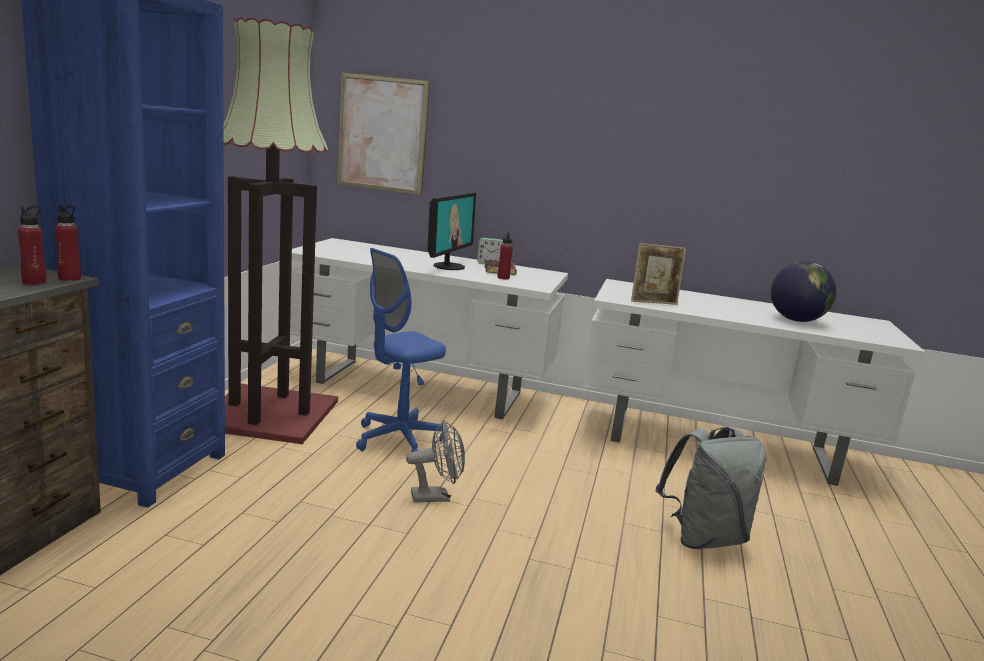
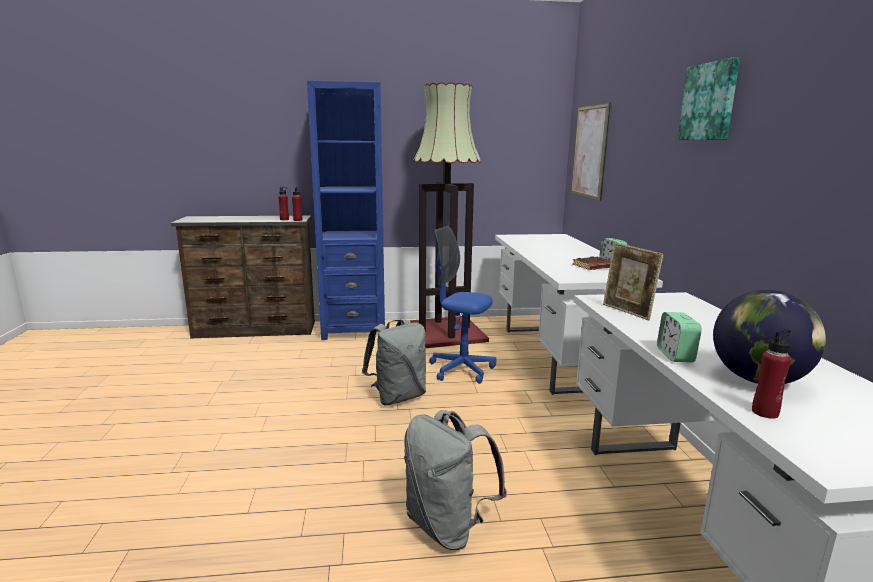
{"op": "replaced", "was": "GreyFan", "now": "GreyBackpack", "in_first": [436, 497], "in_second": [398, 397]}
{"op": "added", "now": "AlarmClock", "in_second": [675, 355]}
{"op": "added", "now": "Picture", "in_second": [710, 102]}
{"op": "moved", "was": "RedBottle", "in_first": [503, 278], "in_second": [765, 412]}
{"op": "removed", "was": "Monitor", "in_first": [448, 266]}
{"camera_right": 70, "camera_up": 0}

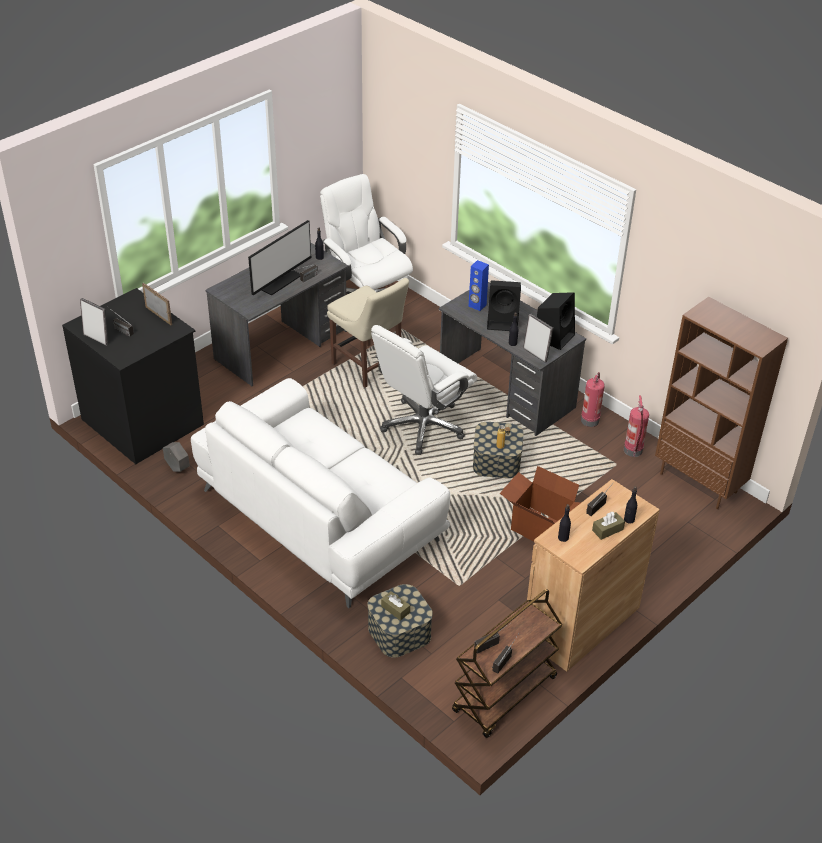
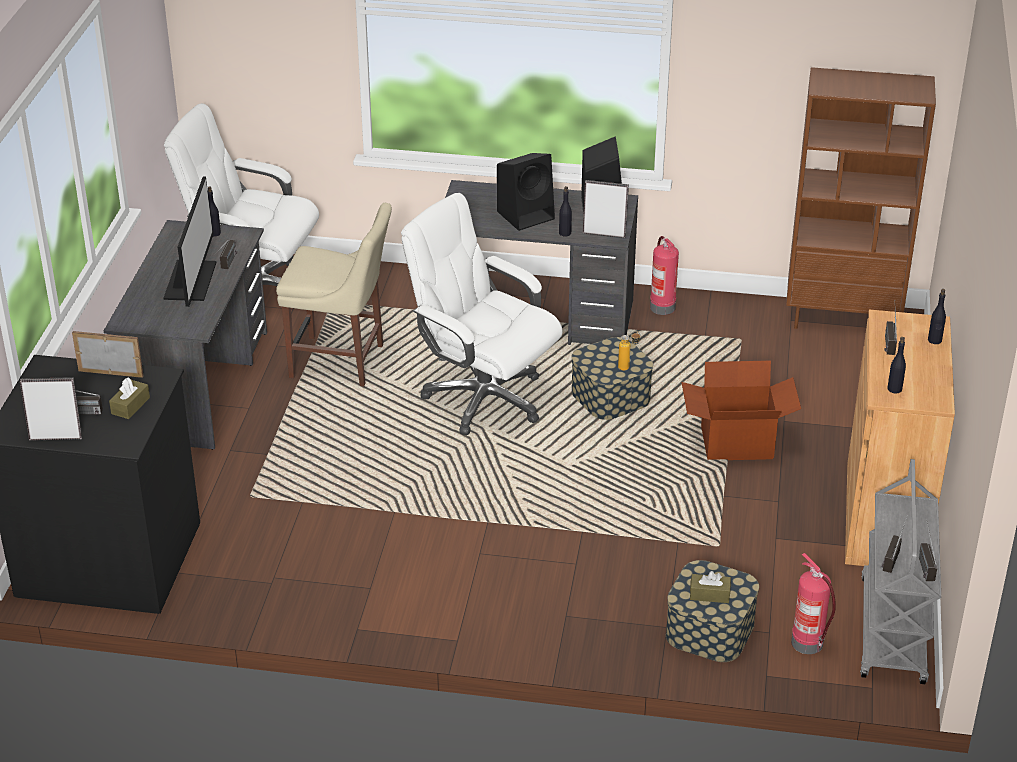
{"op": "moved", "was": "BrownTissueBox", "in_first": [607, 530], "in_second": [130, 406]}
{"op": "turned", "was": "WhiteOfficeChair", "in_first": [423, 426], "in_second": [483, 398], "clockwise": 120}
{"op": "moved", "was": "FireExtinguisher", "in_first": [633, 451], "in_second": [808, 643]}
{"op": "recoloured", "was": "BrownCart", "now": "GreyCart", "in_first": [504, 695], "in_second": [893, 631]}
{"op": "removed", "was": "GreyPlanter", "in_first": [177, 468]}
{"op": "removed", "was": "WhiteSofa", "in_first": [320, 514]}
{"op": "removed", "was": "BlueSpeaker", "in_first": [477, 305]}
{"camera_right": -35, "camera_up": -5}

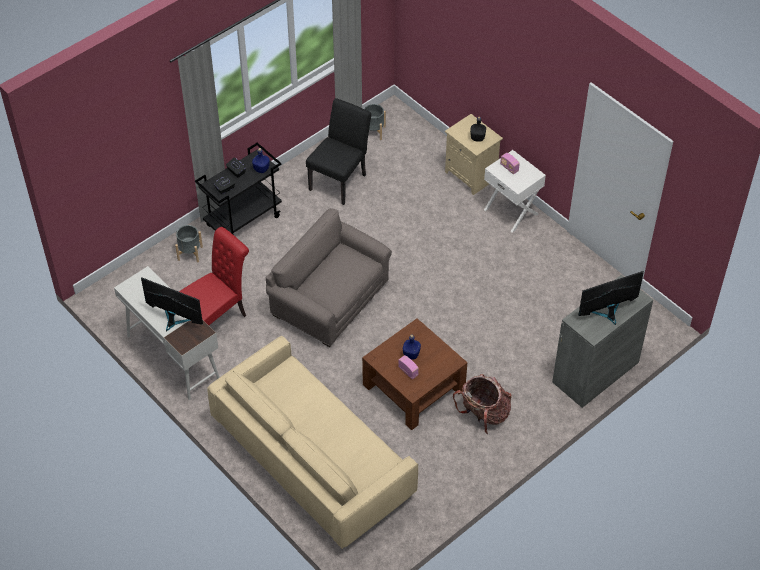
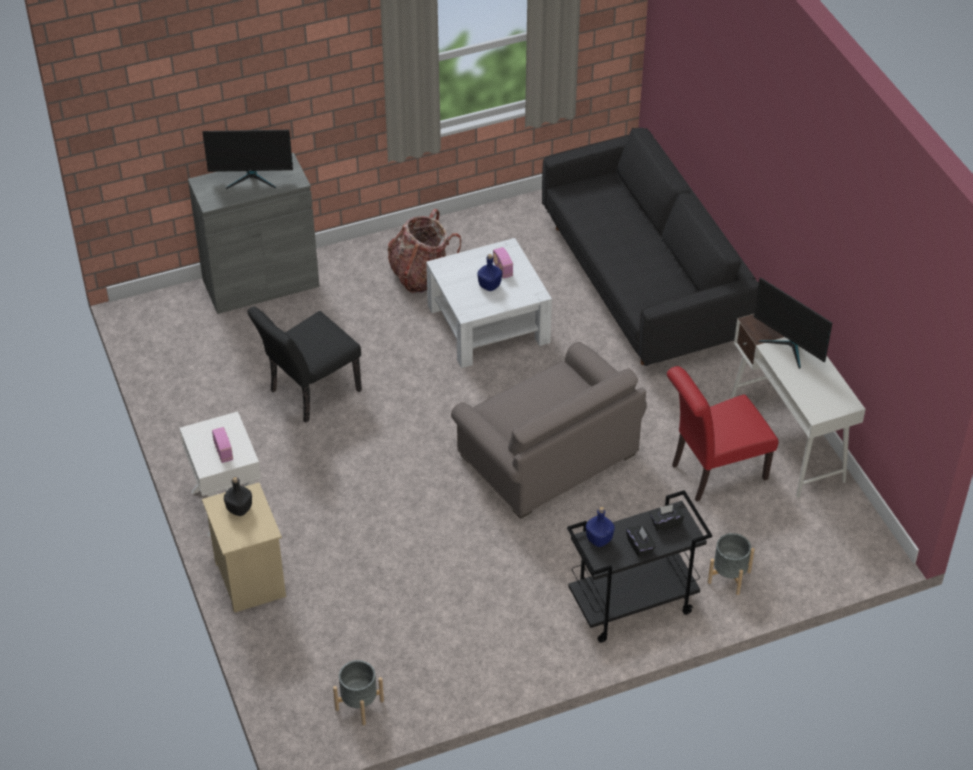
{"op": "moved", "was": "BlackChair", "in_first": [340, 179], "in_second": [309, 393]}
{"op": "recoloured", "was": "BrownCoffeeTable", "now": "WhiteCoffeeTable", "in_first": [413, 387], "in_second": [488, 324]}
{"op": "recoloured", "was": "BeigeSofa", "now": "BlackSofa", "in_first": [313, 460], "in_second": [643, 281]}
{"camera_right": -160, "camera_up": -5}

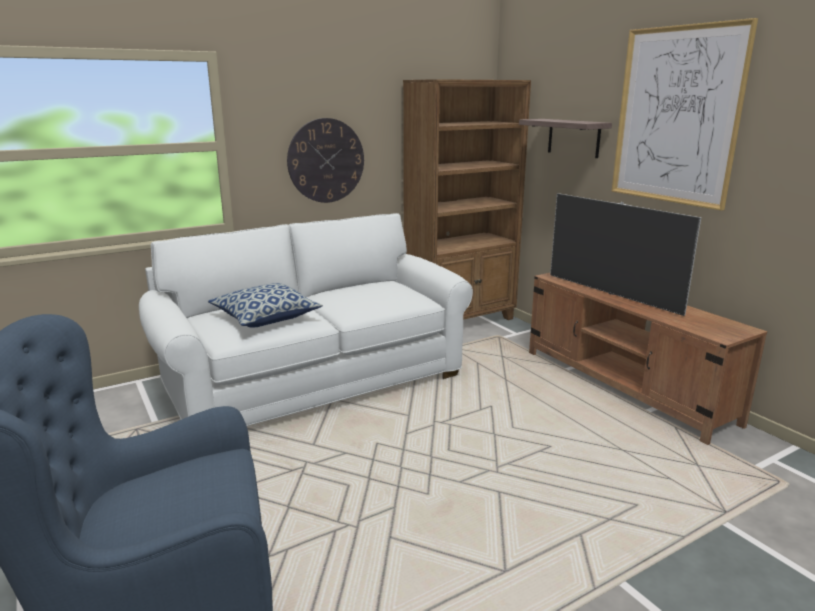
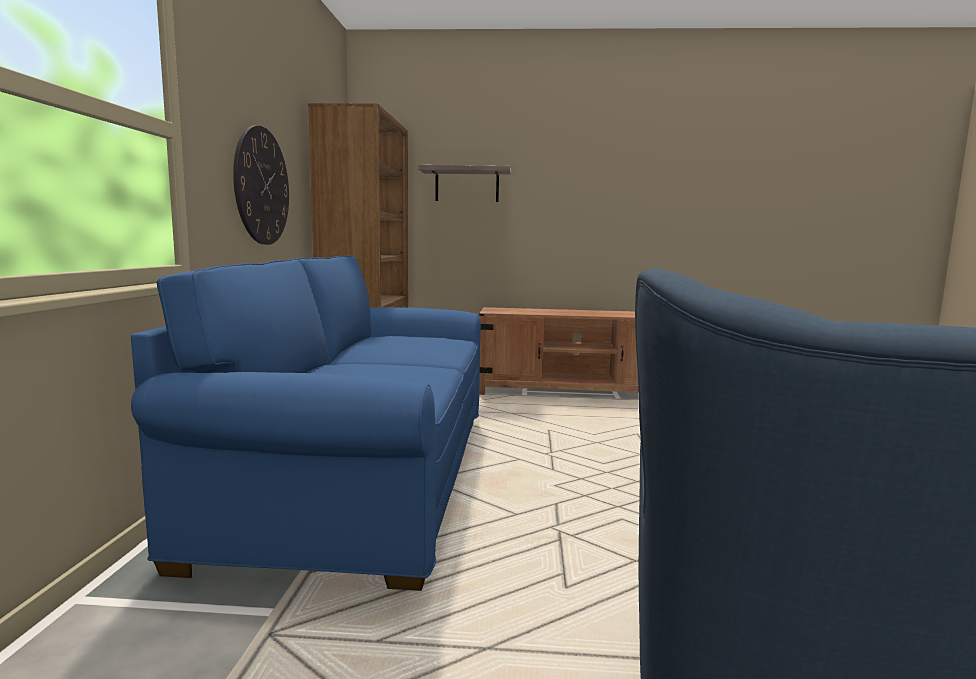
{"op": "recoloured", "was": "WhiteSofa", "now": "BlueSofa", "in_first": [314, 381], "in_second": [364, 477]}
{"op": "removed", "was": "Pillow", "in_first": [266, 318]}
{"op": "removed", "was": "Television", "in_first": [611, 294]}
{"op": "removed", "was": "Picture", "in_first": [676, 116]}
{"camera_right": -55, "camera_up": -10}

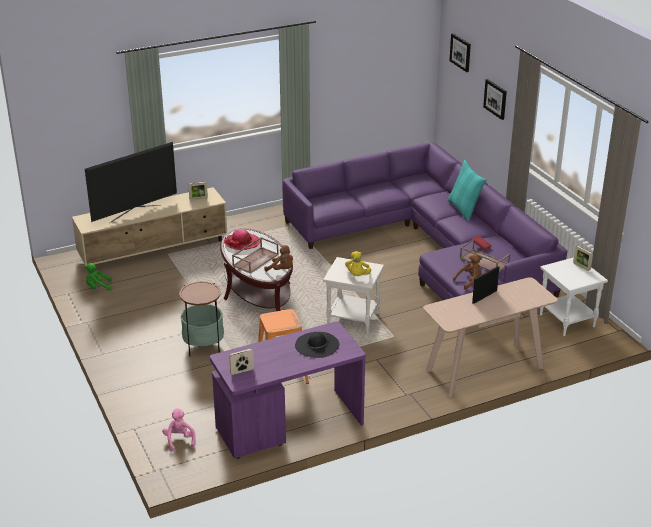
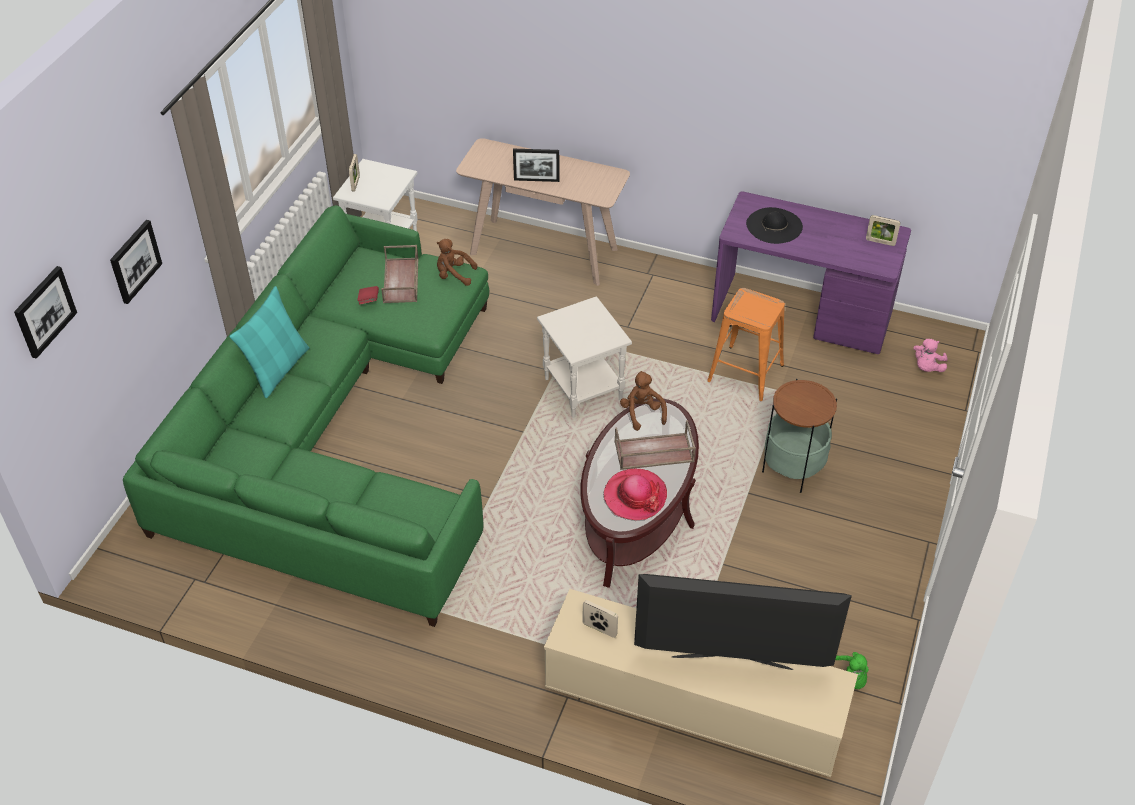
{"op": "recoloured", "was": "PurpleSofa", "now": "GreenSofa", "in_first": [429, 246], "in_second": [334, 433]}
{"op": "removed", "was": "YellowPlushToy", "in_first": [357, 275]}
{"camera_right": -135, "camera_up": 15}

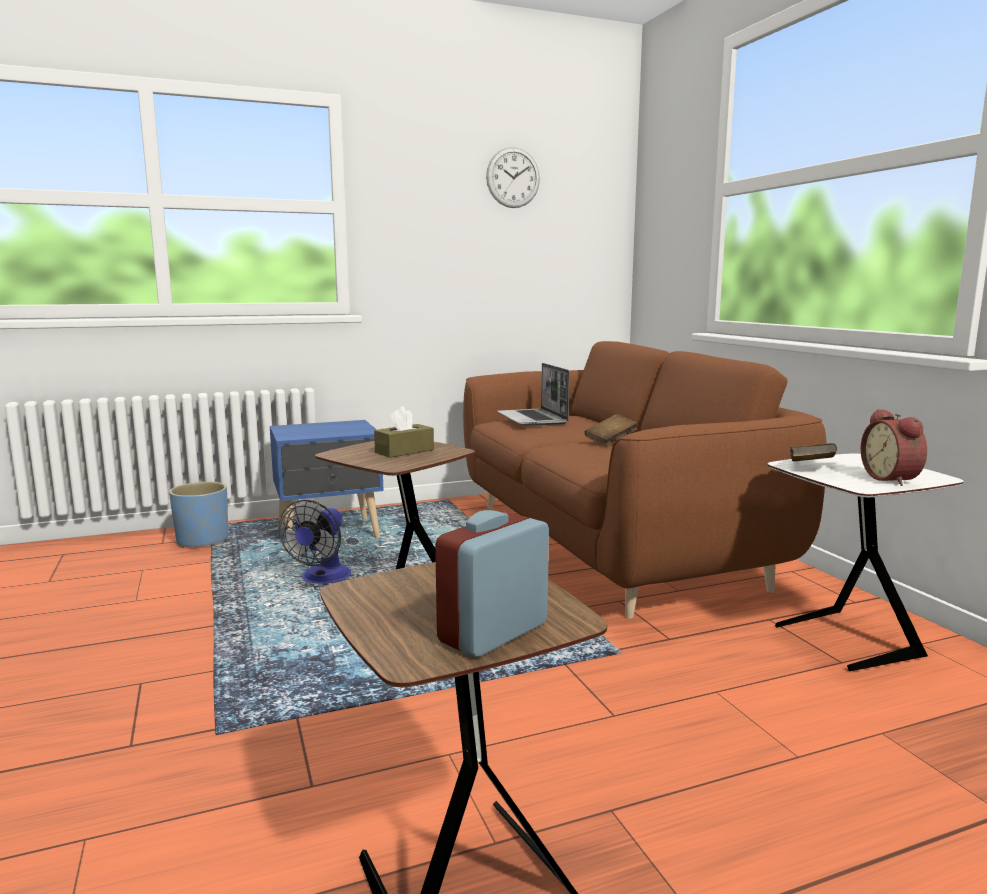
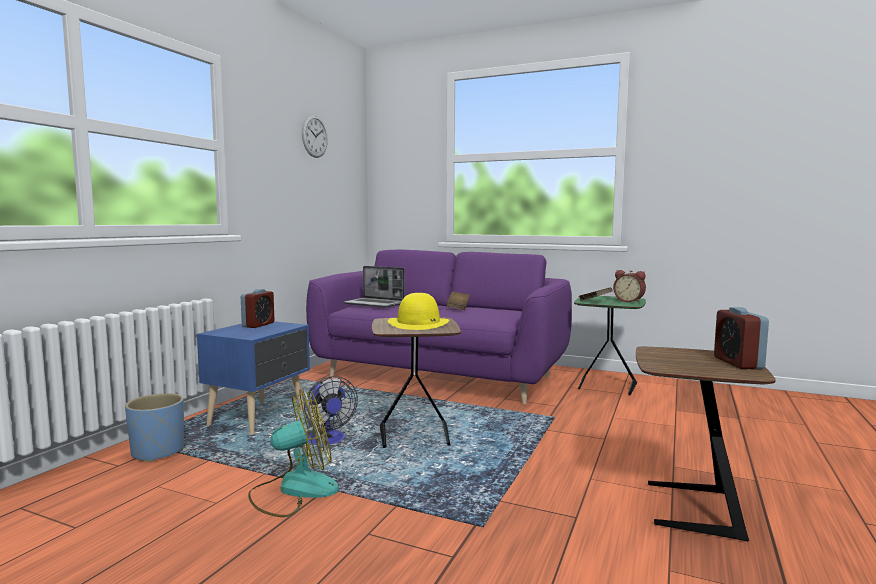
{"op": "added", "now": "AlarmClock", "in_second": [258, 325]}
{"op": "added", "now": "Fan", "in_second": [294, 490]}
{"op": "recoloured", "was": "BrownSofa", "now": "PurpleSofa", "in_first": [609, 543], "in_second": [440, 376]}
{"op": "replaced", "was": "BrownTissueBox", "now": "YellowHat", "in_first": [404, 451], "in_second": [418, 323]}
{"op": "recoloured", "was": "WhiteSideTable", "now": "GreenSideTable", "in_first": [843, 641], "in_second": [607, 386]}
{"camera_right": -45, "camera_up": -5}

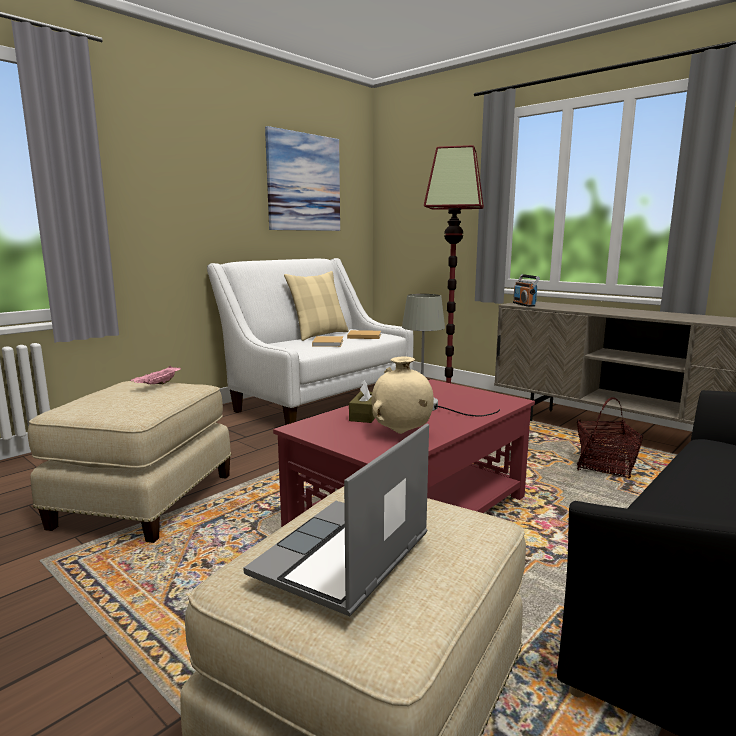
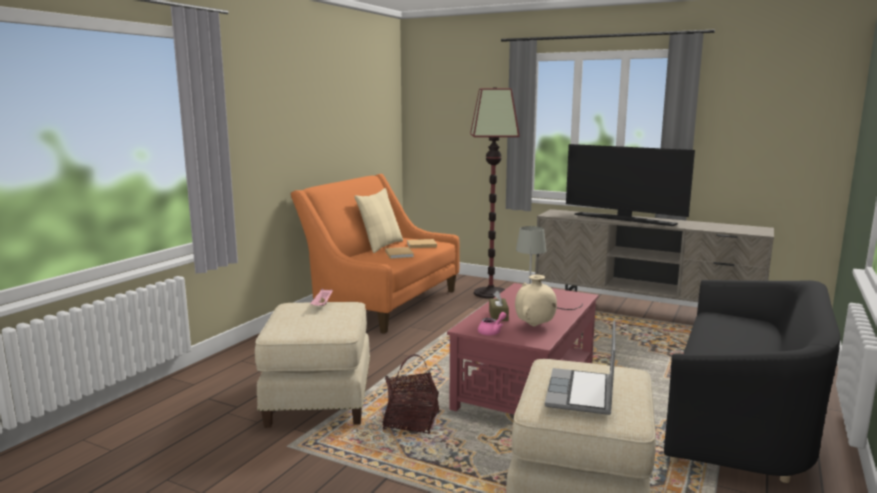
{"op": "recoloured", "was": "WhiteSofa", "now": "OrangeSofa", "in_first": [318, 400], "in_second": [383, 303]}
{"op": "moved", "was": "Basket", "in_first": [604, 467], "in_second": [411, 421]}
{"op": "added", "now": "PinkTeapot", "in_second": [492, 332]}
{"op": "added", "now": "Television", "in_second": [625, 219]}
{"op": "removed", "was": "Picture", "in_first": [304, 182]}
{"op": "removed", "was": "Radio", "in_first": [524, 304]}
{"camera_right": -15, "camera_up": 0}

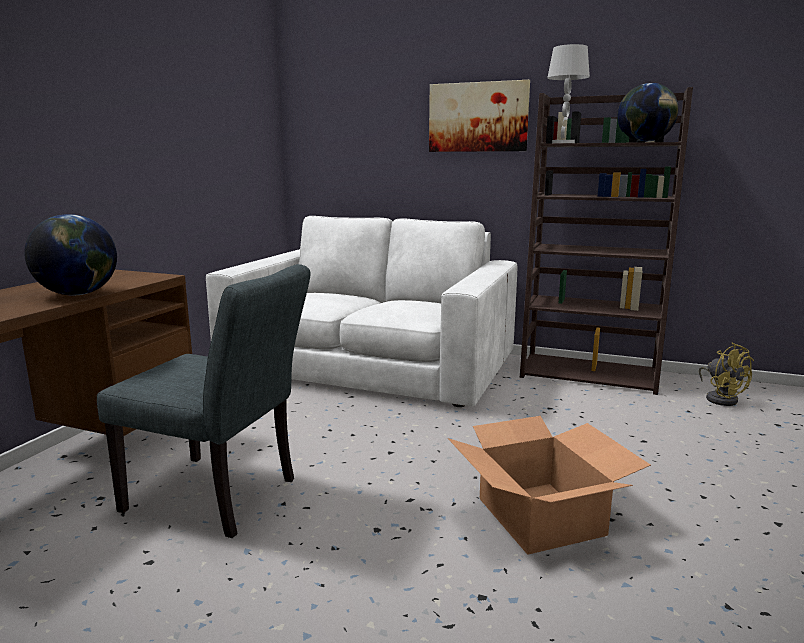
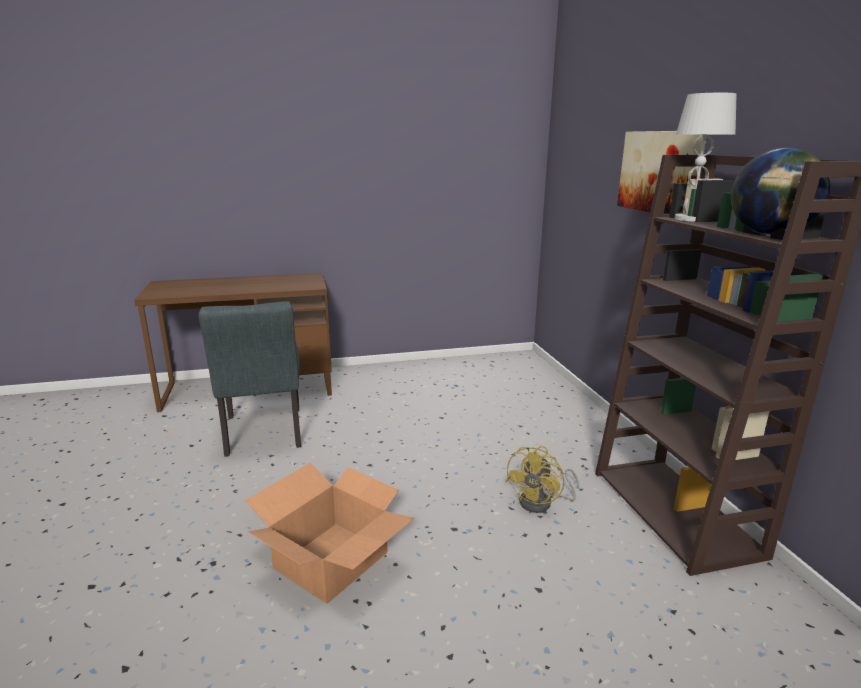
{"op": "moved", "was": "YellowFan", "in_first": [721, 398], "in_second": [542, 503]}
{"op": "removed", "was": "Globe", "in_first": [78, 294]}
{"op": "removed", "was": "WhiteSofa", "in_first": [372, 364]}
{"camera_right": 55, "camera_up": 5}

